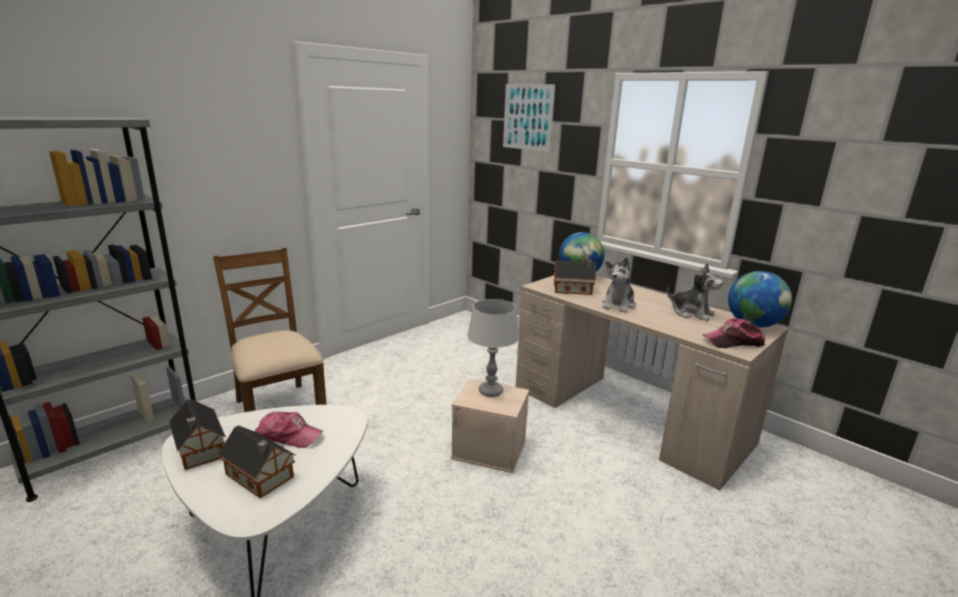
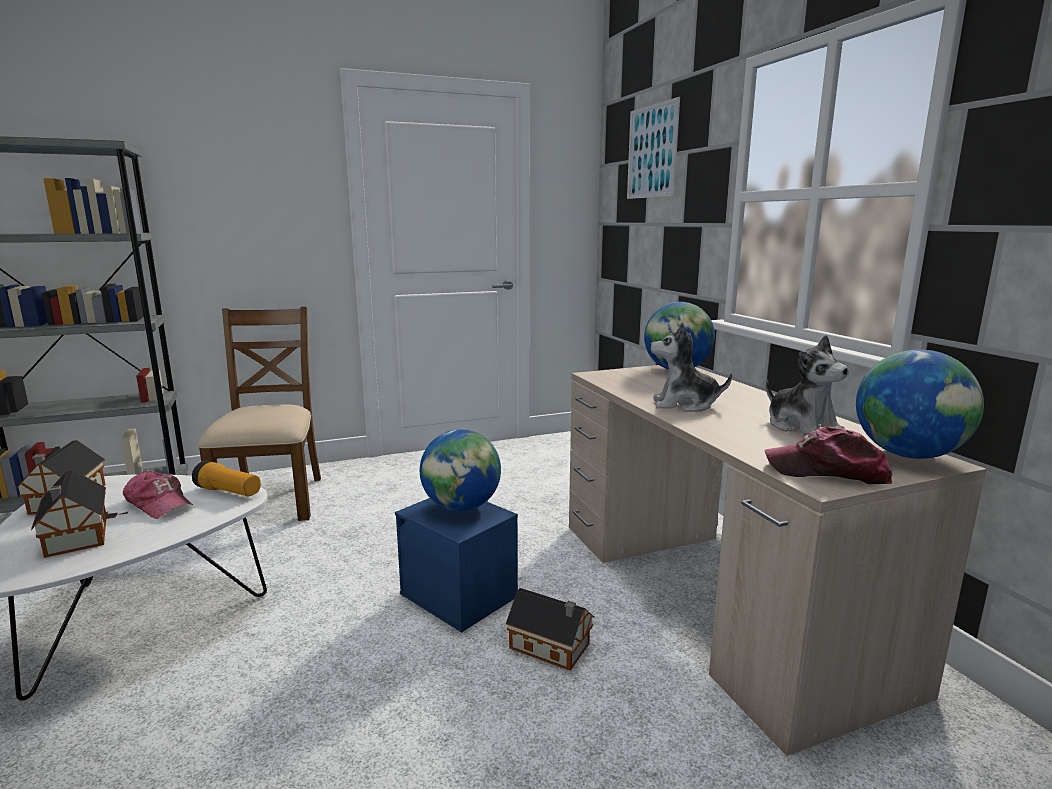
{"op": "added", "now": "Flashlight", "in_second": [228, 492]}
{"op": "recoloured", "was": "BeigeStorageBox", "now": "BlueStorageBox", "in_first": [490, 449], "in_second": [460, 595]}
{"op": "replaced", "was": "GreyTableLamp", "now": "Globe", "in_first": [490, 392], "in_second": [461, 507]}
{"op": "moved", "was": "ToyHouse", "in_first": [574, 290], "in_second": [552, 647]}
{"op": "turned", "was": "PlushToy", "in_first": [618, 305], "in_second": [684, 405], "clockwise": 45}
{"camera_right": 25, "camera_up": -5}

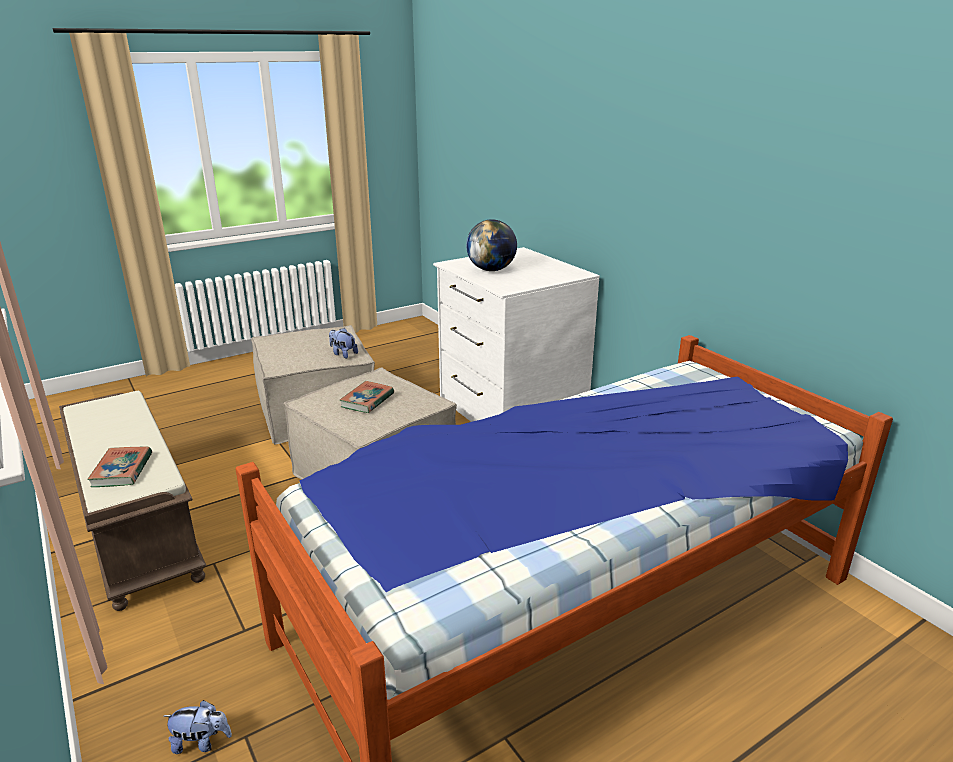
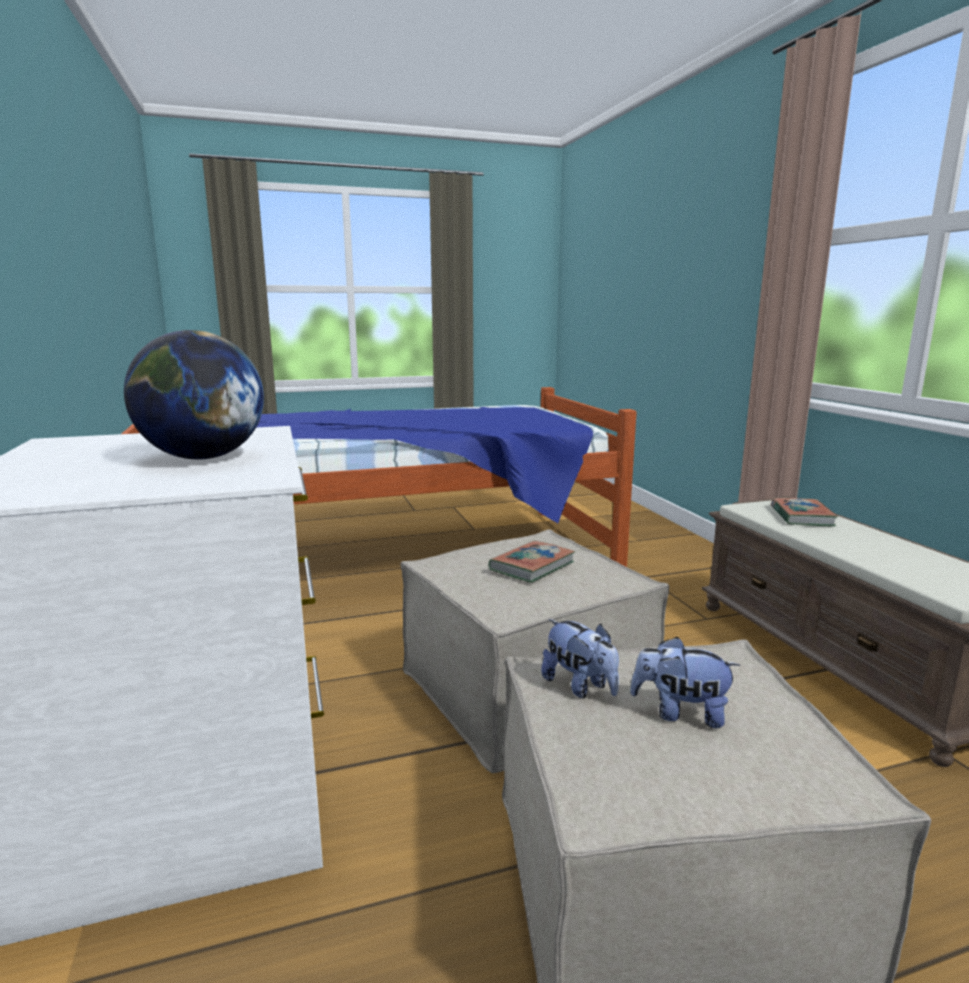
{"op": "moved", "was": "PlushToy", "in_first": [201, 742], "in_second": [680, 713]}
{"camera_right": -165, "camera_up": -10}

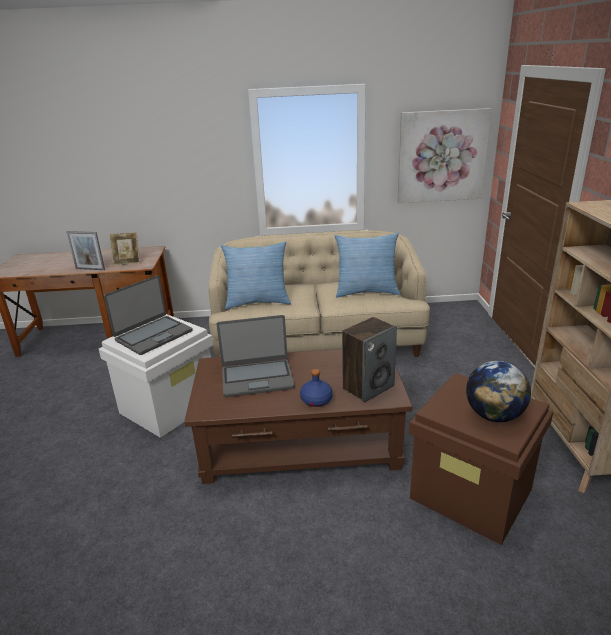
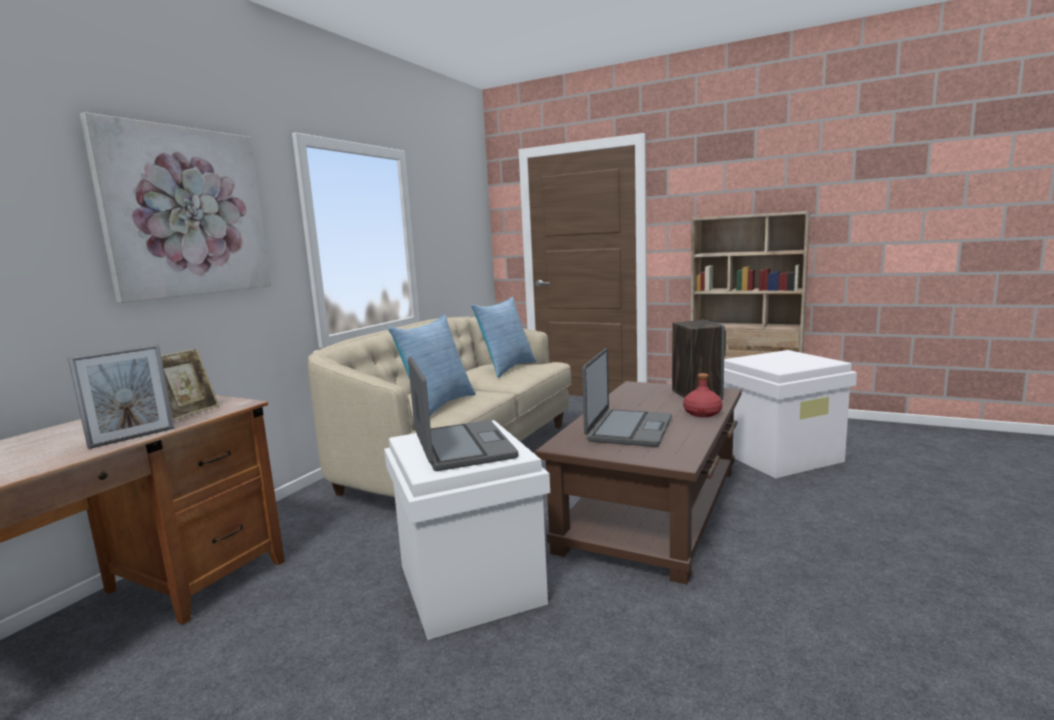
{"op": "moved", "was": "Picture", "in_first": [442, 156], "in_second": [186, 212]}
{"op": "recoloured", "was": "BlueBottle", "now": "RedBottle", "in_first": [316, 400], "in_second": [702, 413]}
{"op": "recoloured", "was": "BrownStorageBox", "now": "WhiteStorageBox", "in_first": [472, 494], "in_second": [780, 456]}
{"op": "removed", "was": "Globe", "in_first": [494, 415]}
{"camera_right": -60, "camera_up": -15}

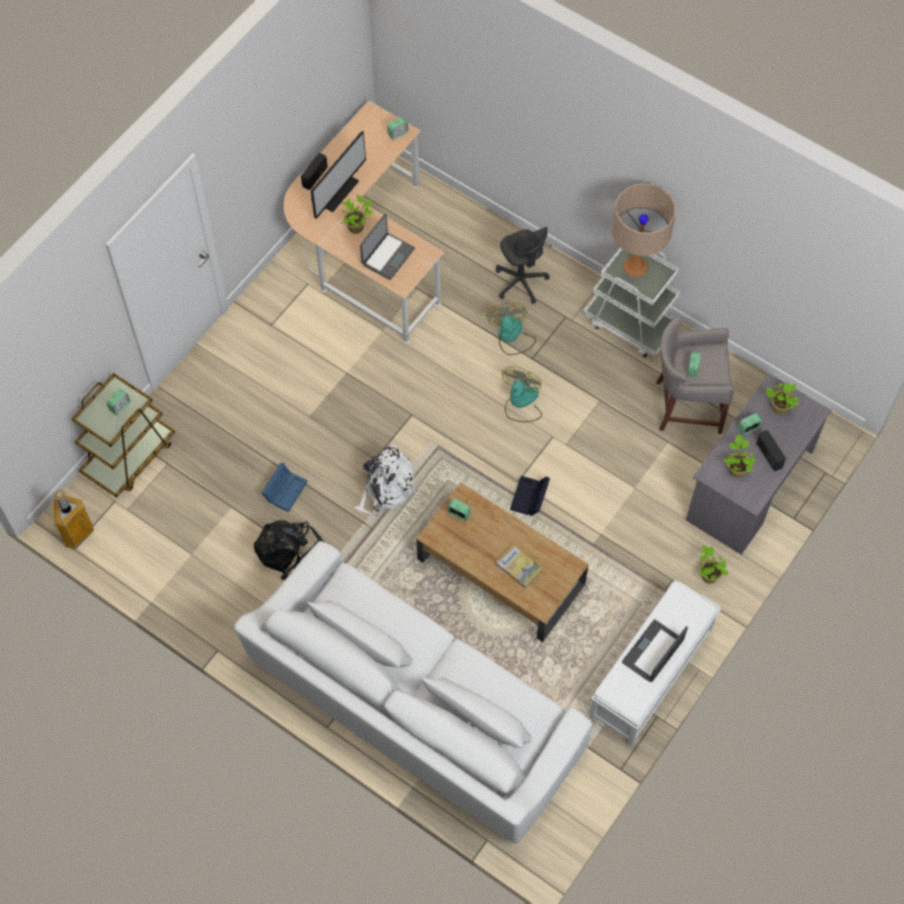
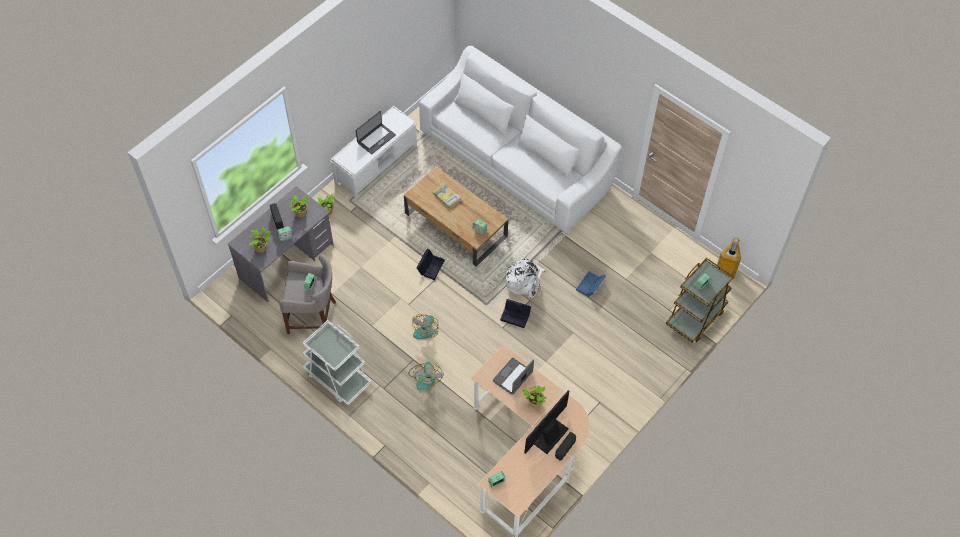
{"op": "added", "now": "BlackStorageBox", "in_second": [516, 316]}
{"op": "removed", "was": "BlackBackpack", "in_first": [287, 549]}
{"op": "removed", "was": "GreyOfficeChair", "in_first": [521, 282]}
{"op": "removed", "was": "BeigeTableLamp", "in_first": [635, 266]}
{"camera_right": -175, "camera_up": -5}

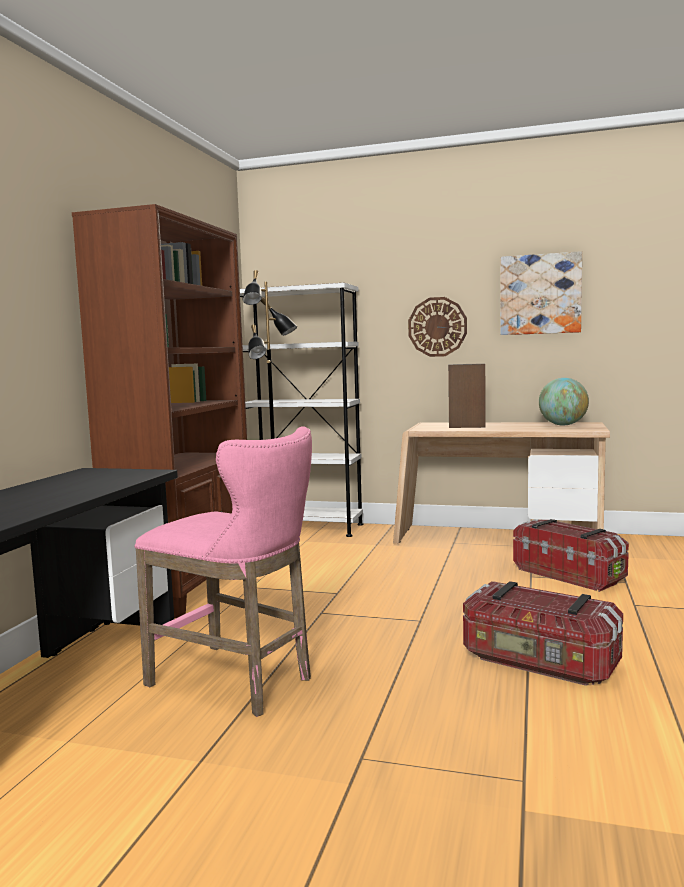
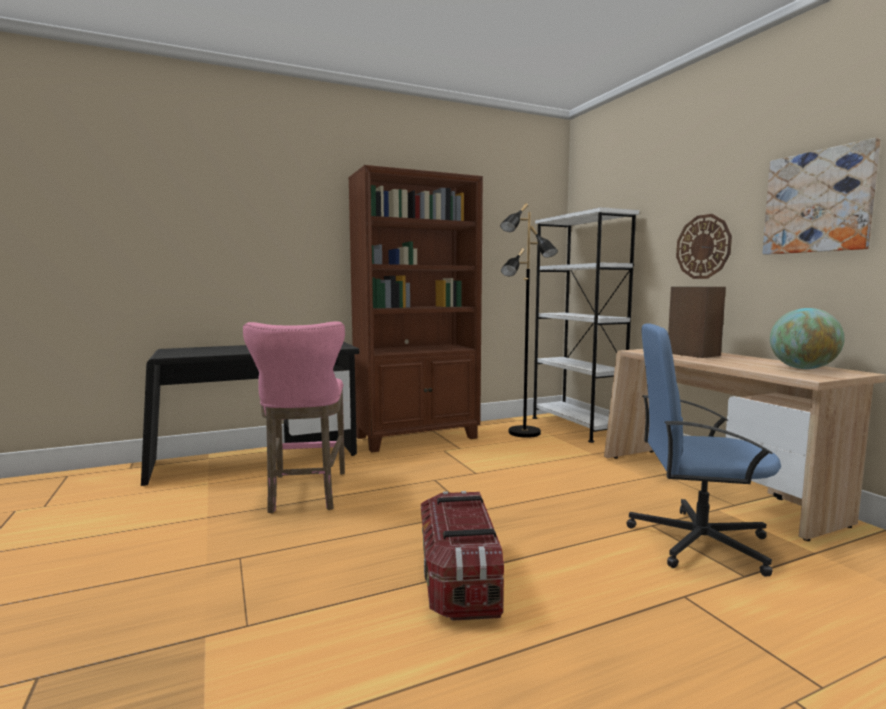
{"op": "replaced", "was": "StorageBox", "now": "BlueOfficeChair", "in_first": [569, 575], "in_second": [697, 541]}
{"camera_right": 50, "camera_up": 0}

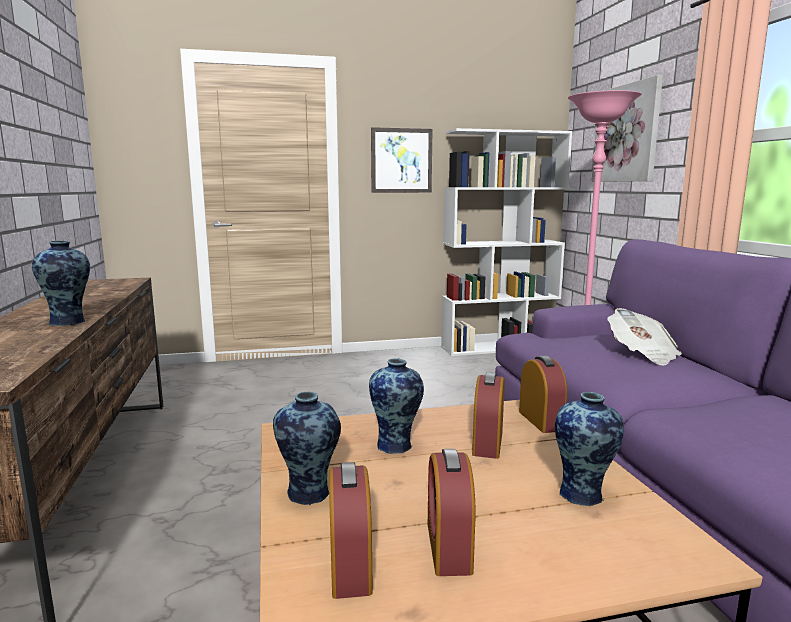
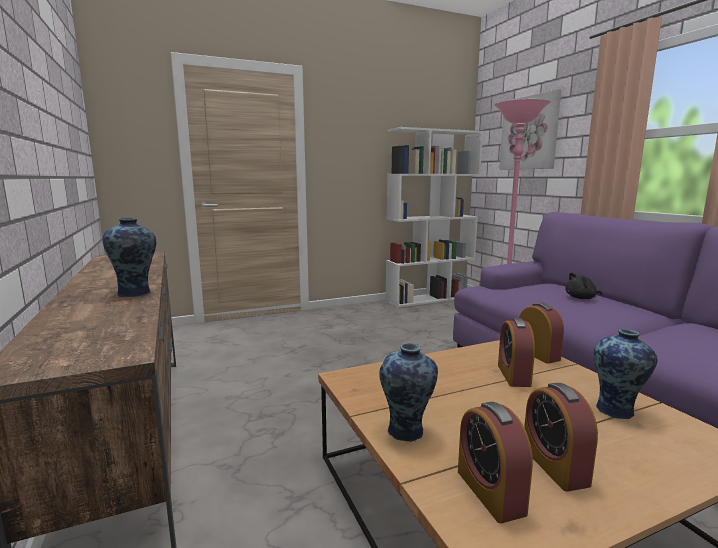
{"op": "replaced", "was": "Newspaper", "now": "BlackPlushToy", "in_first": [642, 354], "in_second": [581, 298]}
{"op": "removed", "was": "Vase", "in_first": [396, 445]}
{"op": "removed", "was": "Picture", "in_first": [401, 160]}
{"camera_right": -10, "camera_up": 0}

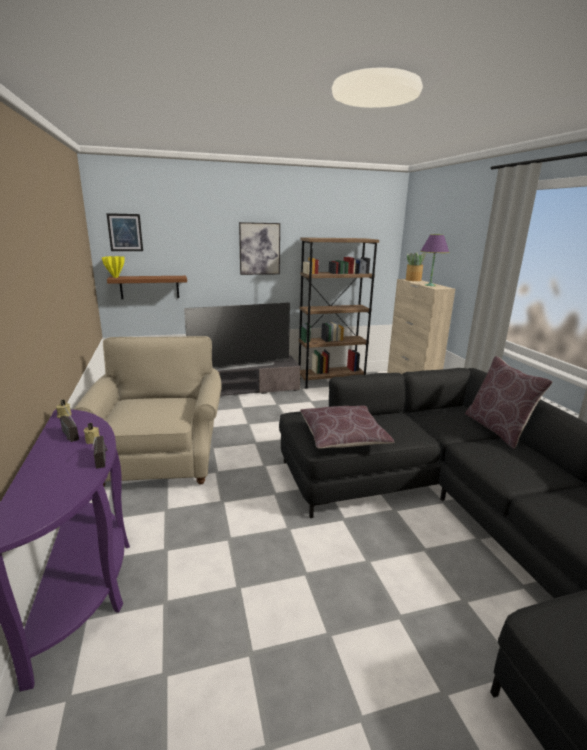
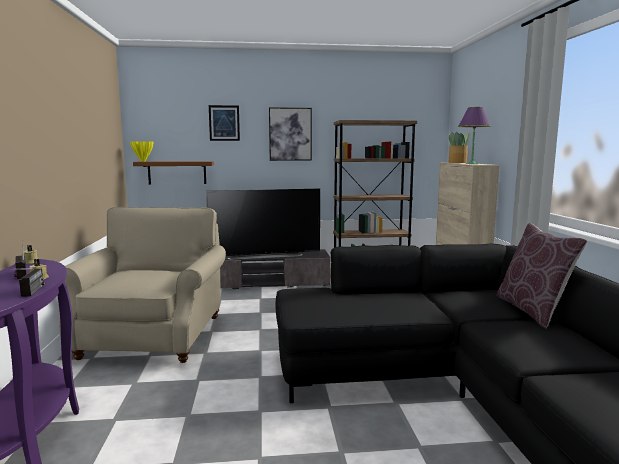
{"op": "moved", "was": "Picture", "in_first": [125, 232], "in_second": [224, 123]}
{"op": "removed", "was": "BrownPillow", "in_first": [342, 437]}
{"camera_right": 10, "camera_up": -10}

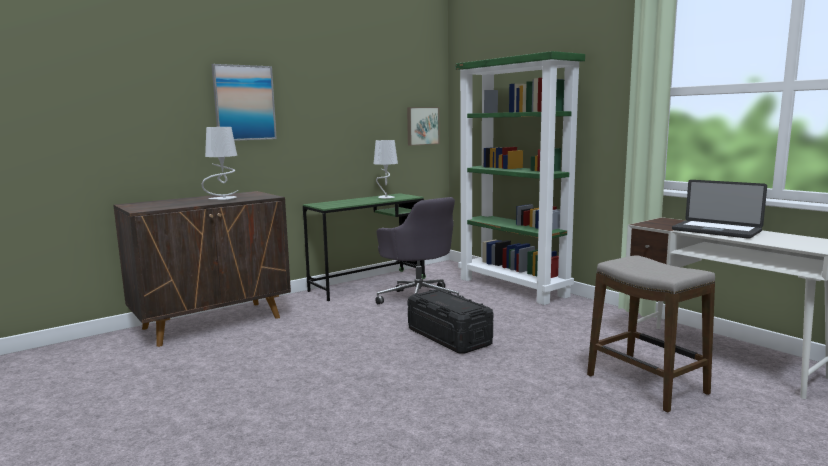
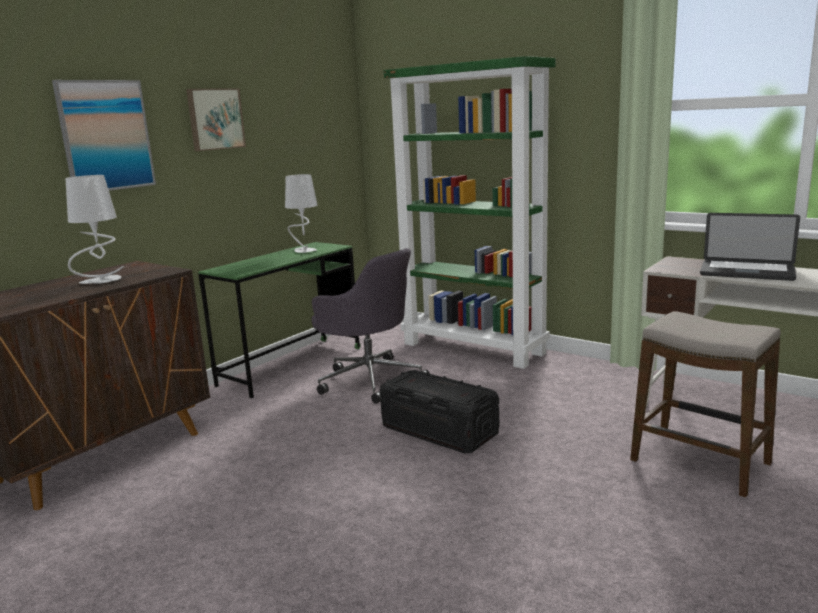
{"op": "moved", "was": "Picture", "in_first": [422, 126], "in_second": [215, 119]}
{"camera_right": -15, "camera_up": 5}

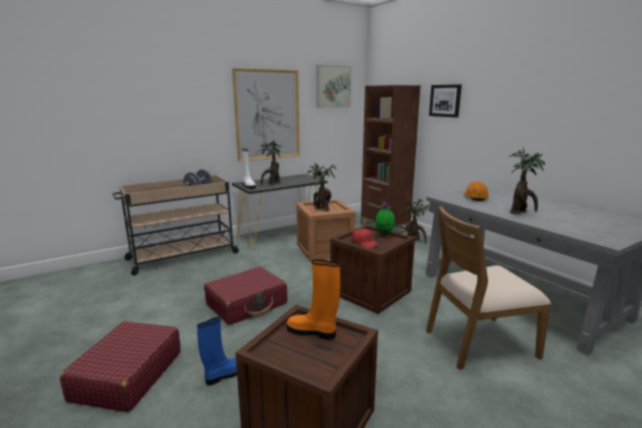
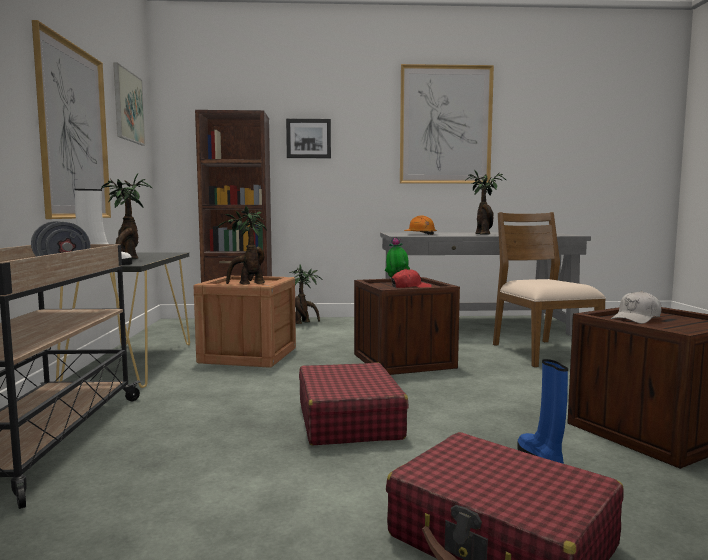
{"op": "added", "now": "Picture", "in_second": [445, 125]}
{"op": "turned", "was": "BrownChair", "in_first": [478, 342], "in_second": [542, 352], "clockwise": 150}
{"op": "replaced", "was": "OrangeBoot", "now": "WhiteCap", "in_first": [312, 332], "in_second": [636, 319]}
{"camera_right": -60, "camera_up": -10}

